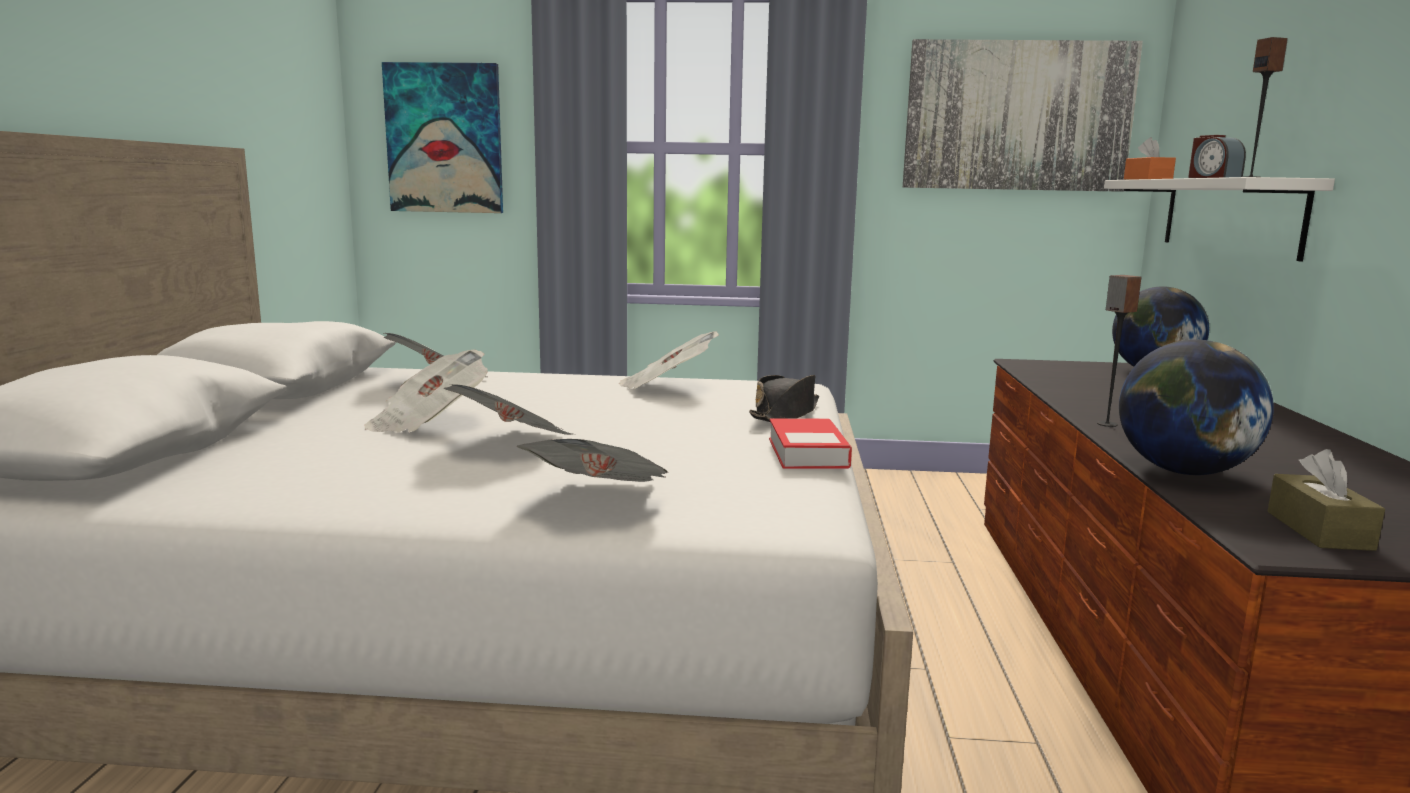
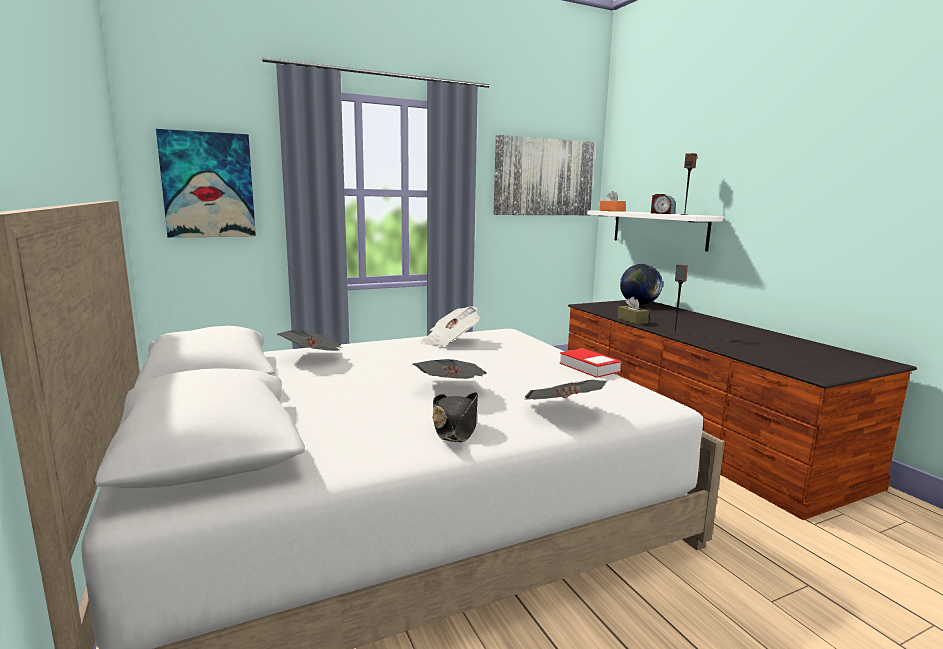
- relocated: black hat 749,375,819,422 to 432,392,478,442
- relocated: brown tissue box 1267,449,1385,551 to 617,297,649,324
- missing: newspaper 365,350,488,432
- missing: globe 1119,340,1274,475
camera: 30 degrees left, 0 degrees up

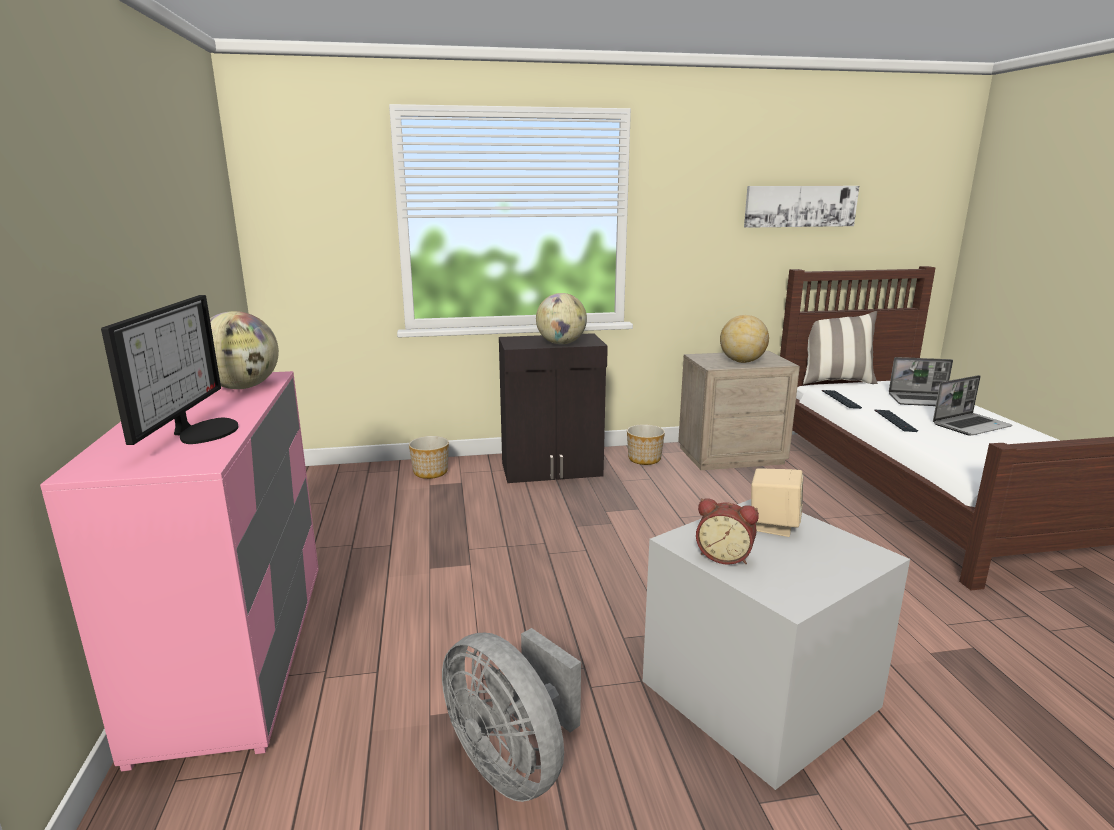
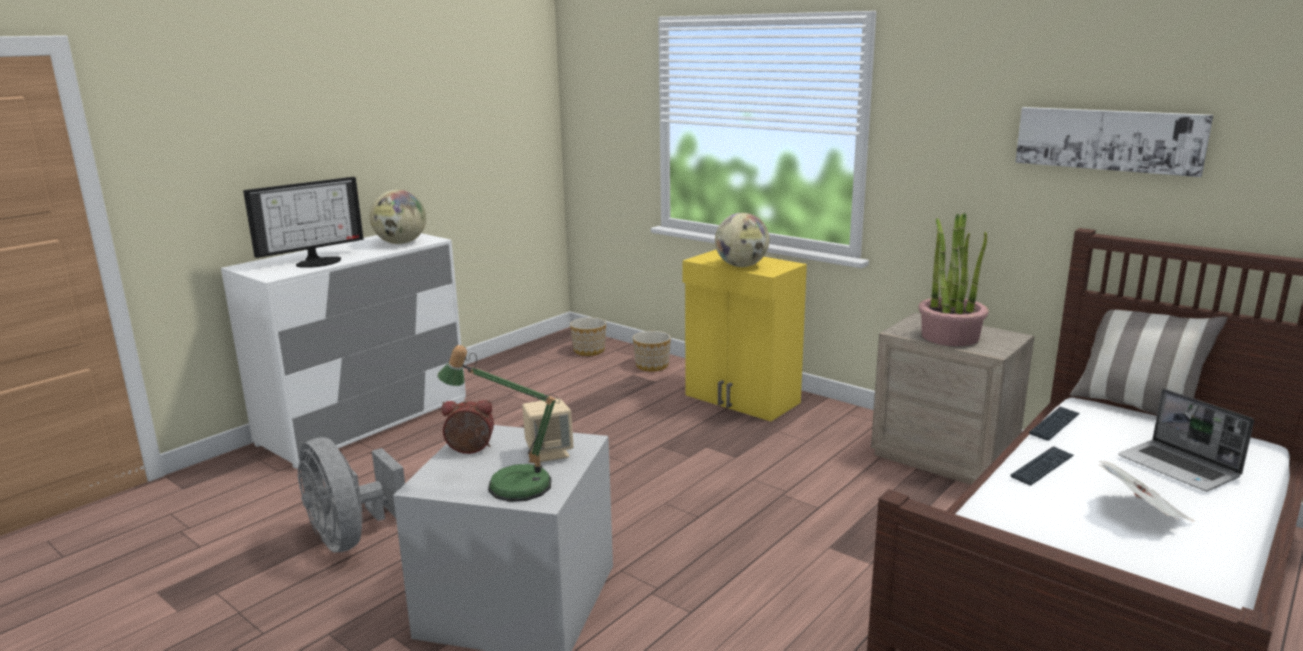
- colour: pink dresser 40,371,319,772 to white dresser 221,233,466,469
- spun: grey fan 442,628,581,802 = 298,437,405,553 45 degrees counterclockwise
- appeared: table lamp 437,345,560,502
- spun: alarm clock 696,498,759,565 = 441,400,494,454 105 degrees clockwise
- relocated: planter 627,424,665,465 to 570,318,606,356
- colour: black cabinet 499,333,608,483 to yellow cabinet 682,250,807,421
- exchanged: globe 720,315,769,363 to potted plant 919,213,989,346
- exchanged: laptop 933,375,1012,435 to newspaper 1099,461,1196,522
camera: 50 degrees right, 0 degrees up

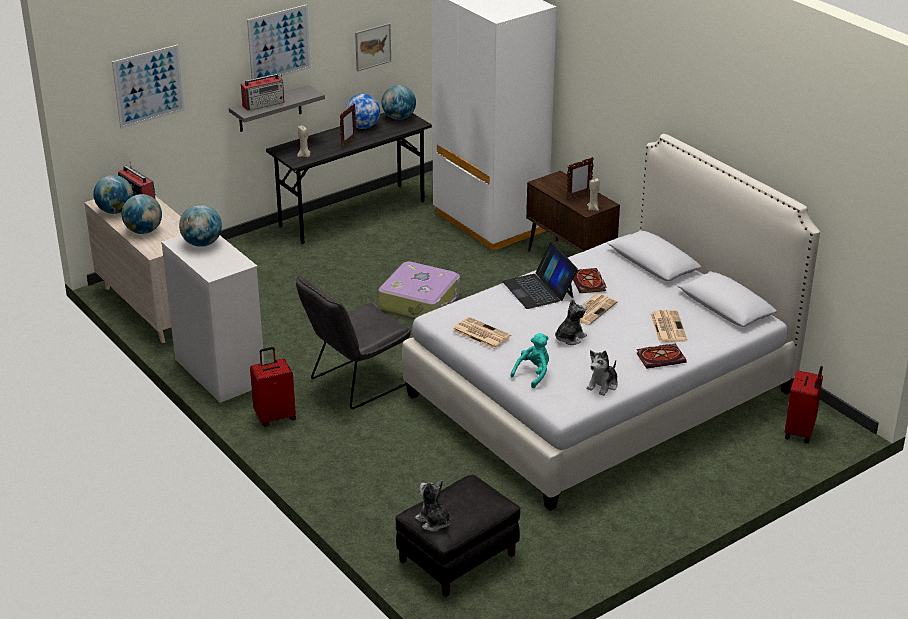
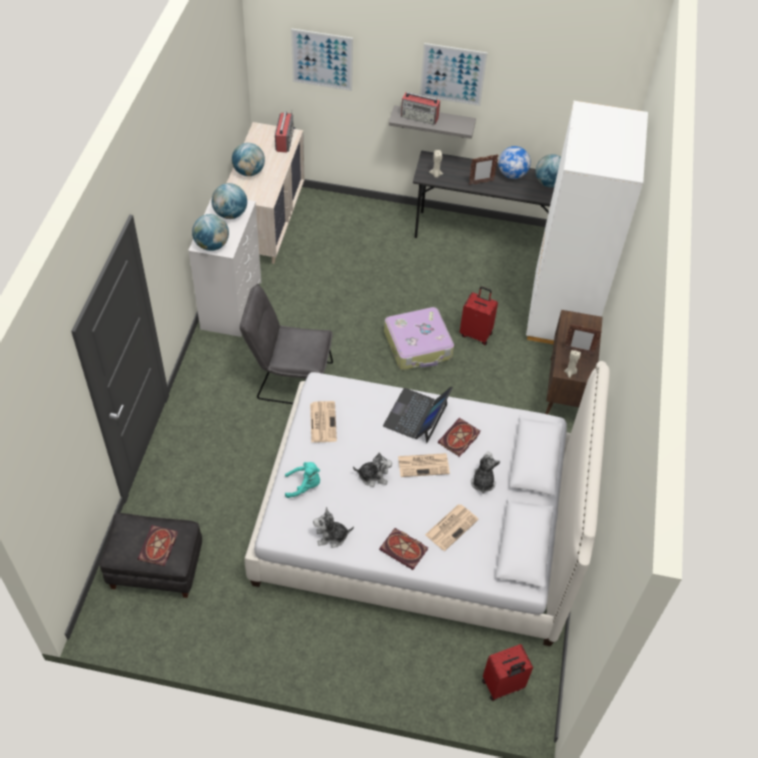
- appeared: book 138,525,178,566
- relocated: globe 93,175,133,214 to 192,214,229,251
- relocated: red suitcase 250,347,296,427 to 460,286,498,345
- relocated: plush toy 415,480,451,531 to 471,452,500,494
- missing: picture 355,23,391,71
camera: 45 degrees right, 20 degrees up

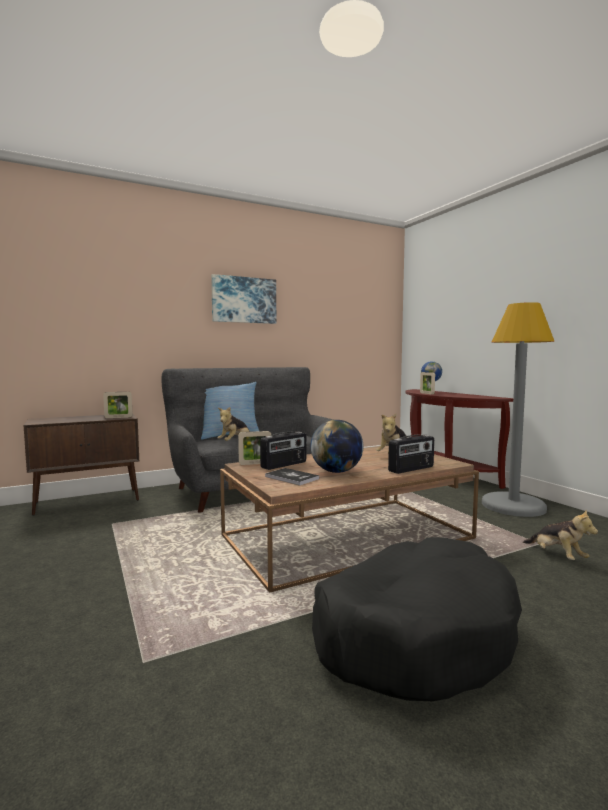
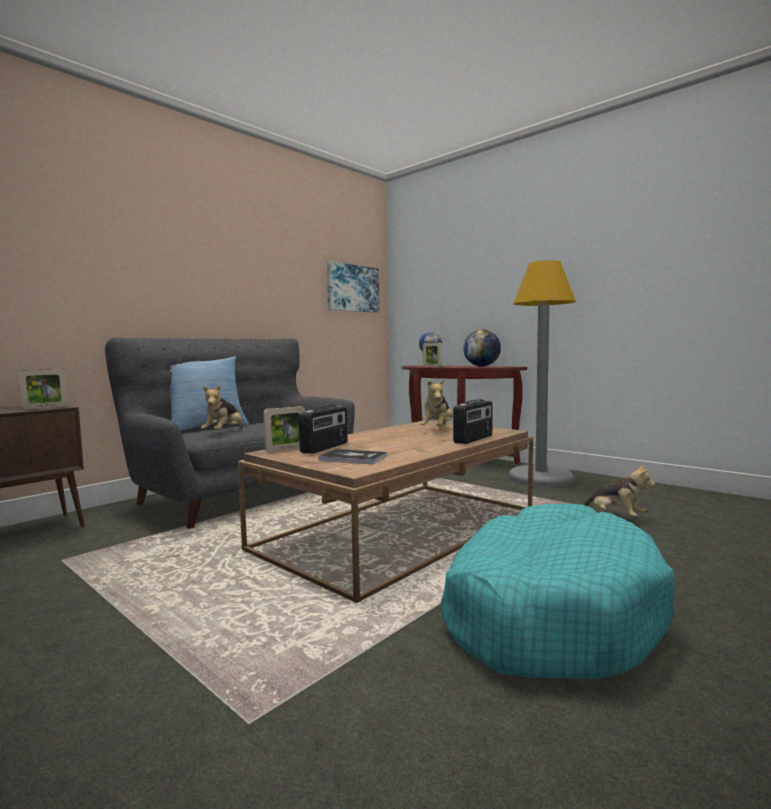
- relocated: picture 211,274,276,324 to 327,261,379,313
- colour: black dog bed 312,537,522,701 to turquoise dog bed 441,504,675,679
- relocated: globe 310,420,364,473 to 463,329,501,367
camera: 20 degrees left, 0 degrees up

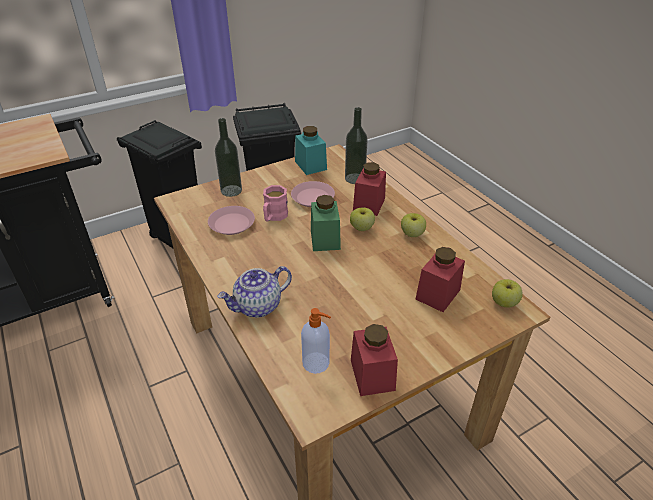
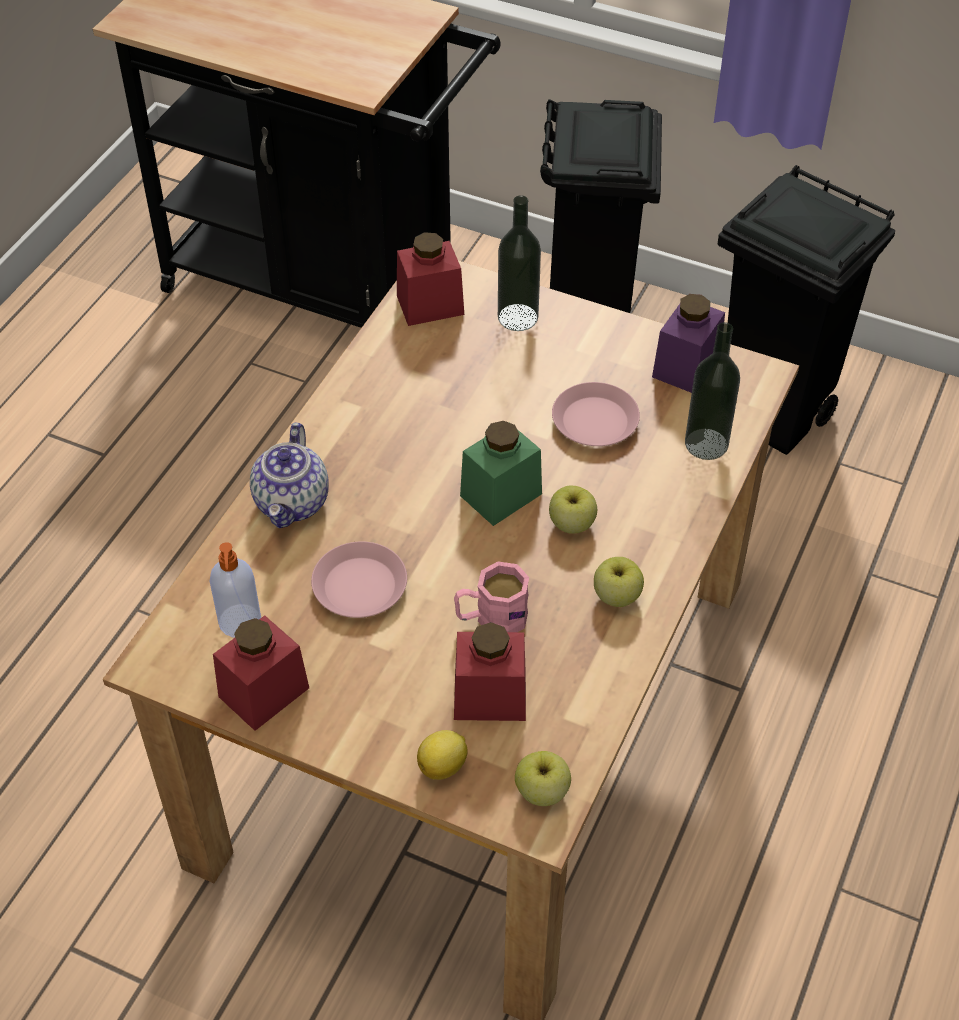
- spun: teapot 217,266,292,318 = 250,423,329,528 105 degrees counterclockwise
- relocated: pink plate 208,206,255,235 to 311,541,407,618
- relocated: red jar 353,162,386,216 to 397,232,464,326
- appeared: lemon 417,730,468,780
- relocated: pink mug 263,185,288,222 to 454,561,529,632
- colour: turquoise jar 295,126,327,175 to purple jar 652,294,725,393
camera: 55 degrees right, 10 degrees up

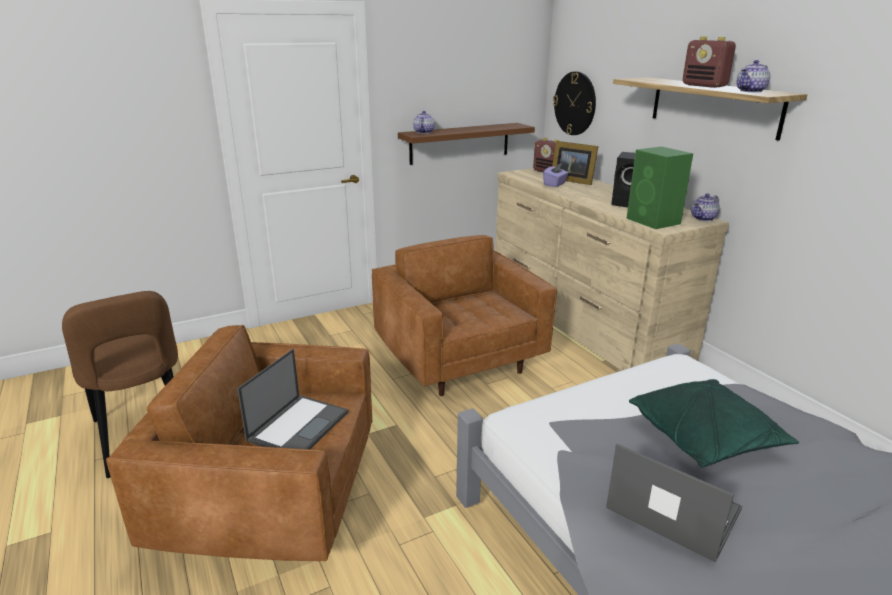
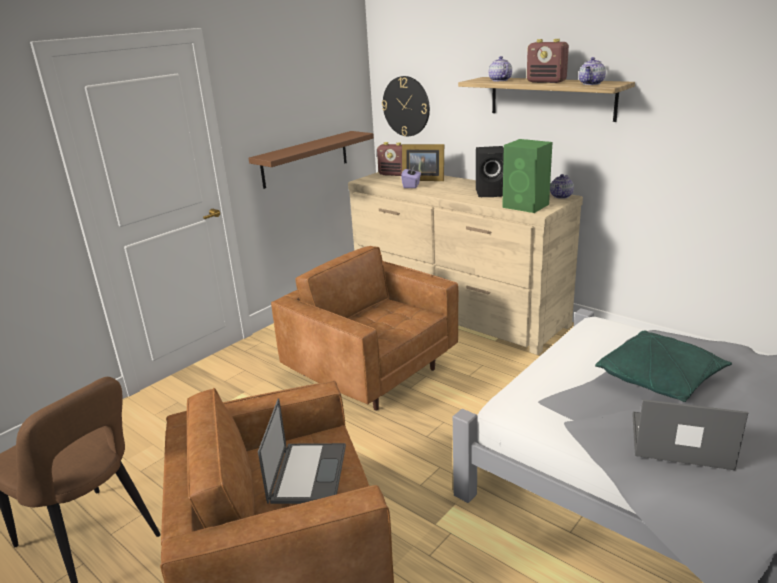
- relocated: teapot 413,111,435,134 to 489,56,512,81
camera: 20 degrees left, 0 degrees up

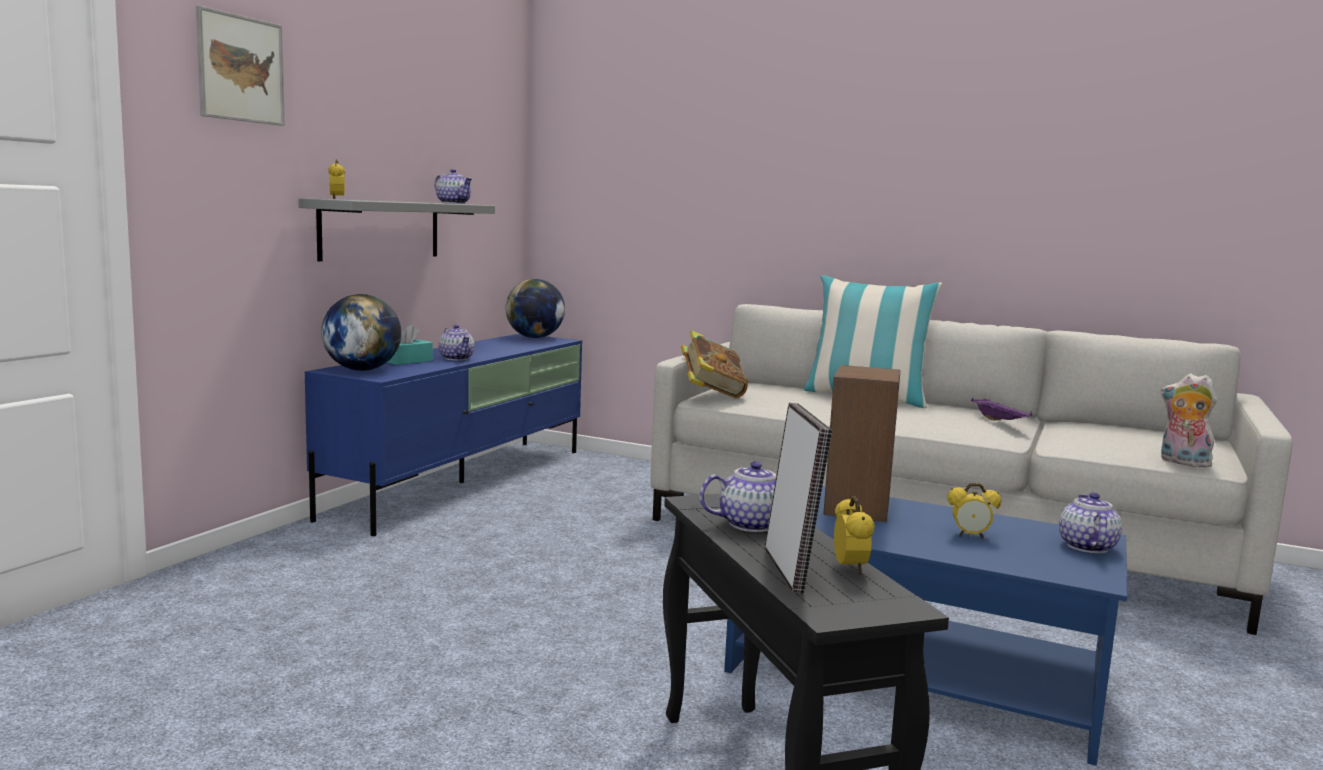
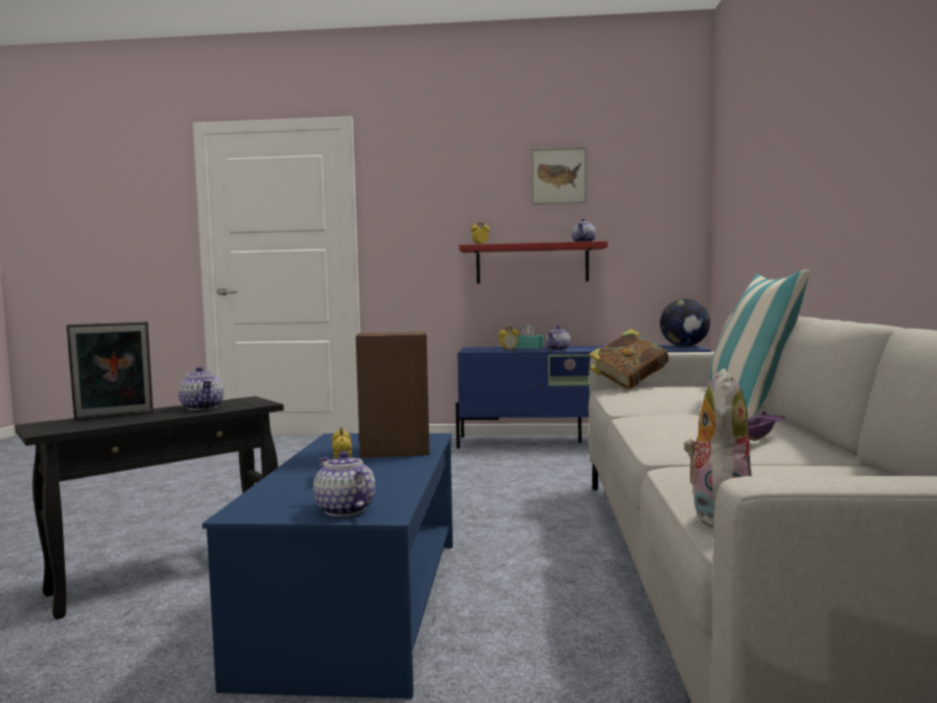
- spun: teapot 1059,492,1122,553 = 313,451,375,517 120 degrees counterclockwise
- colour: grey shelf 299,198,495,261 to red shelf 459,241,608,284
- relocated: alarm clock 834,496,875,574 to 498,327,519,351
- relocated: picture 196,5,285,126 to 531,147,586,205
- missing: globe 321,294,401,371
camera: 70 degrees right, 5 degrees down

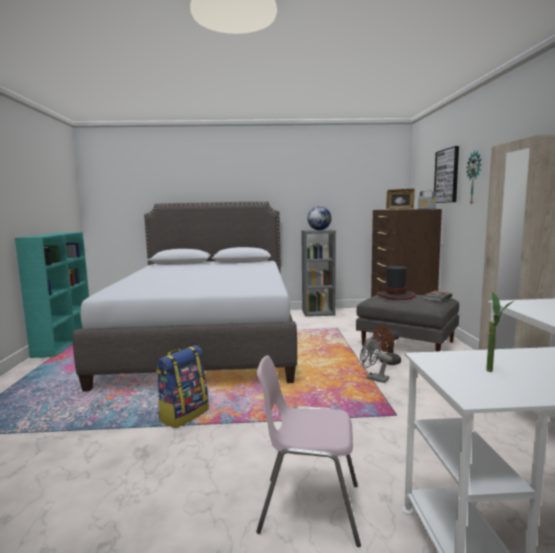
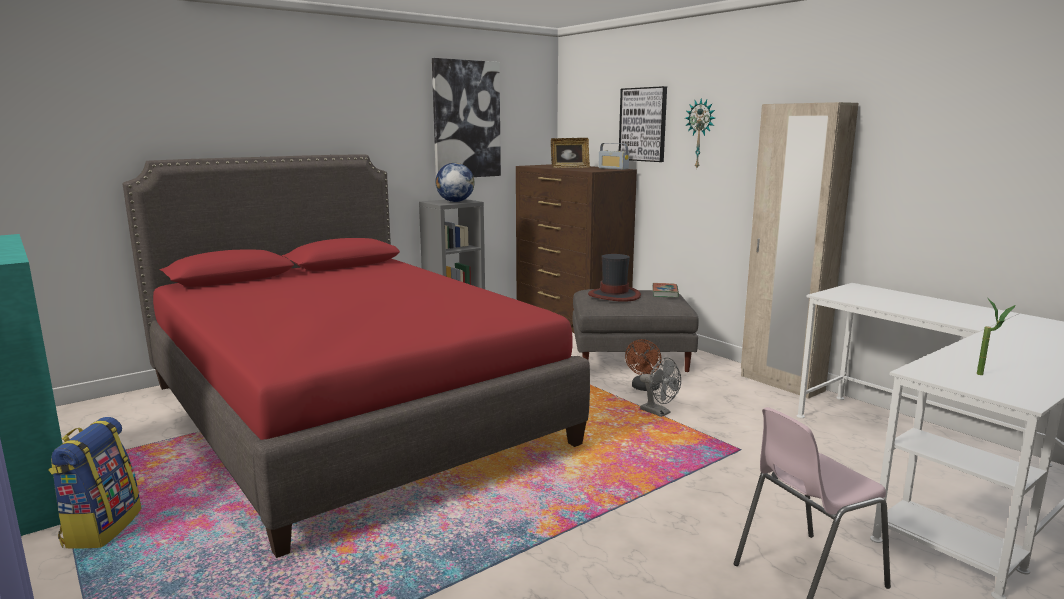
- relocated: backpack 156,345,209,428 to 49,417,141,549
- colour: grey bed 72,202,297,392 to red bed 122,154,590,558
- appeared: picture 432,58,501,177
- spun: grey fan 360,336,393,383 = 640,357,681,417 135 degrees counterclockwise
camera: 35 degrees left, 5 degrees up

